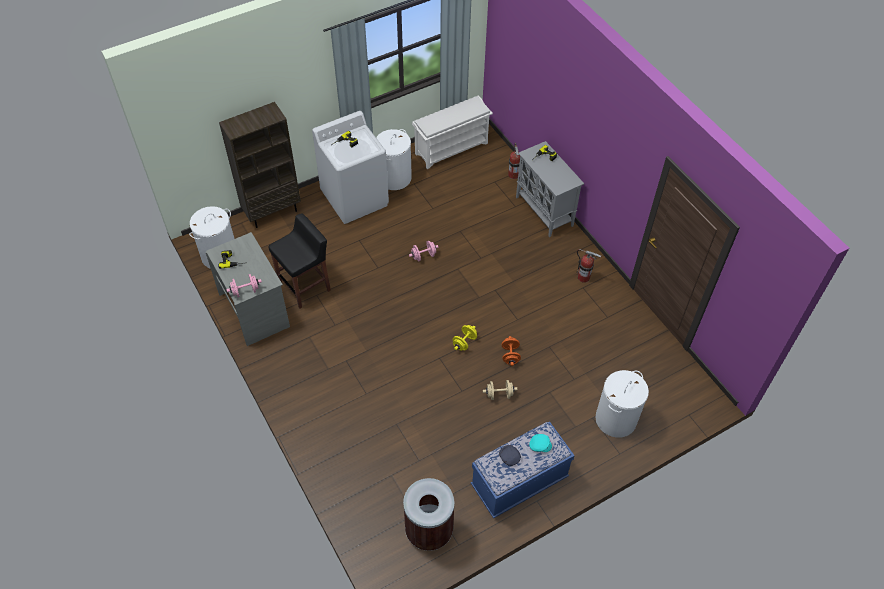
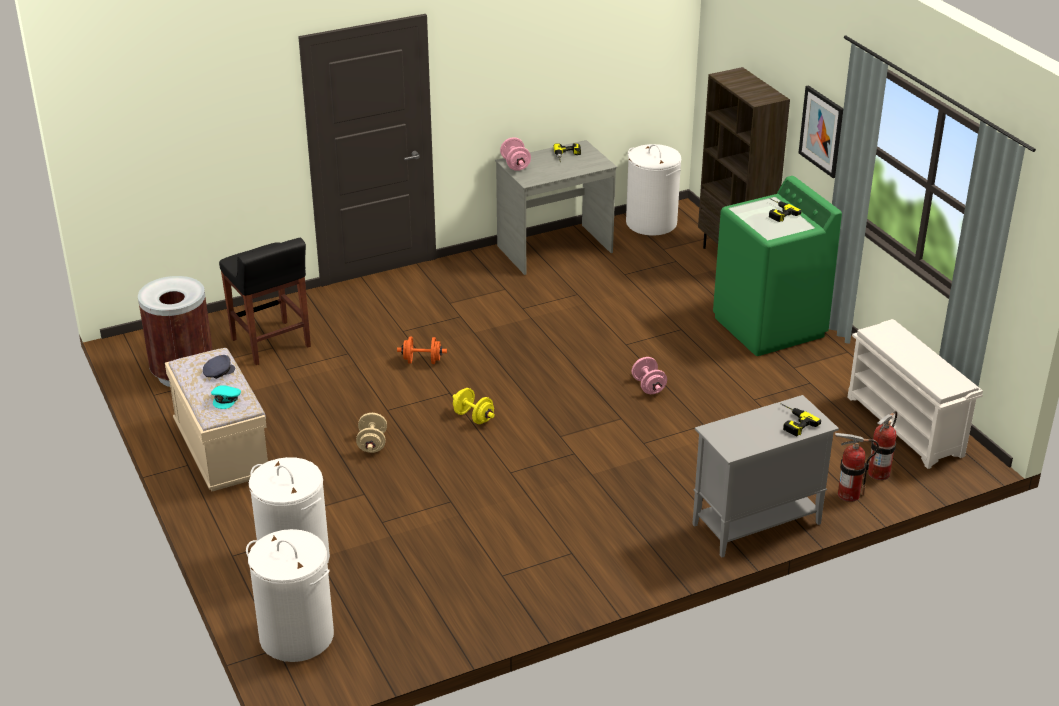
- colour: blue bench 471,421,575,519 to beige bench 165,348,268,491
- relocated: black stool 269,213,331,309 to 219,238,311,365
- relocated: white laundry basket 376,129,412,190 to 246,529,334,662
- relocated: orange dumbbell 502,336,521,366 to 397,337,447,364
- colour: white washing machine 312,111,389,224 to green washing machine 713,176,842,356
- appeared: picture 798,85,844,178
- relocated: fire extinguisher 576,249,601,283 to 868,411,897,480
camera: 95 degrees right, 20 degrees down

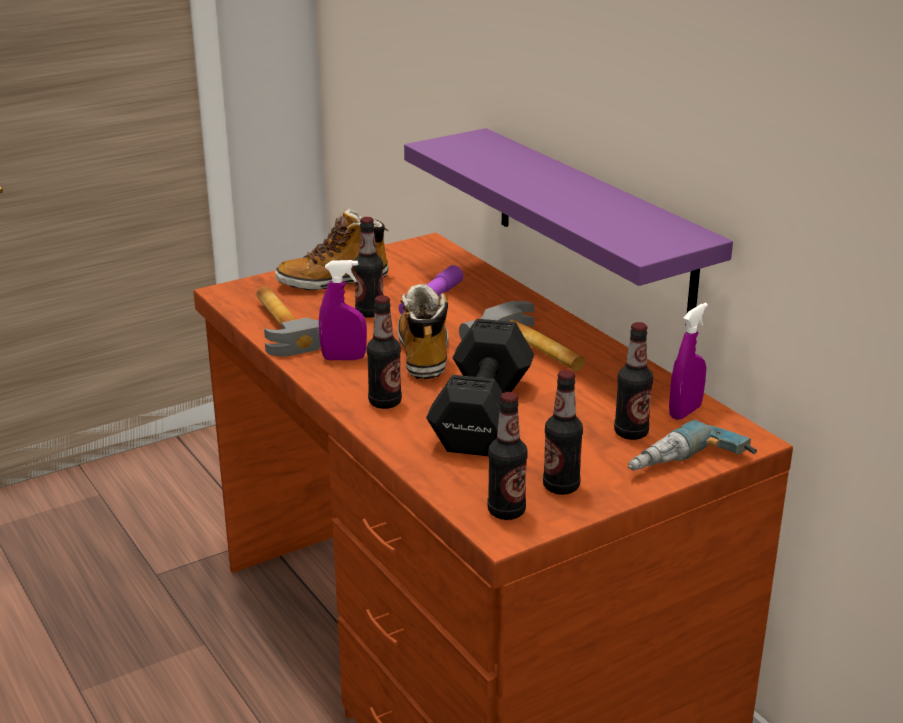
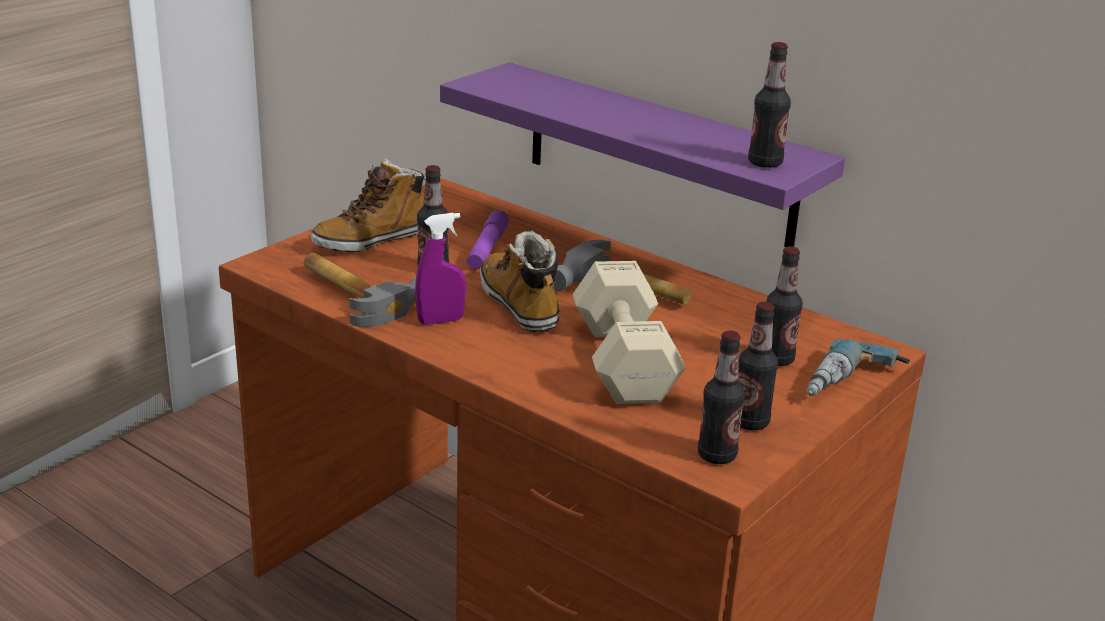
- colour: black dumbbell 426,319,534,456 to beige dumbbell 573,261,686,404
- relocated: bottle 367,295,402,409 to 748,42,791,168
- missing: purple spray bottle 669,303,708,420
camera: 20 degrees left, 0 degrees up

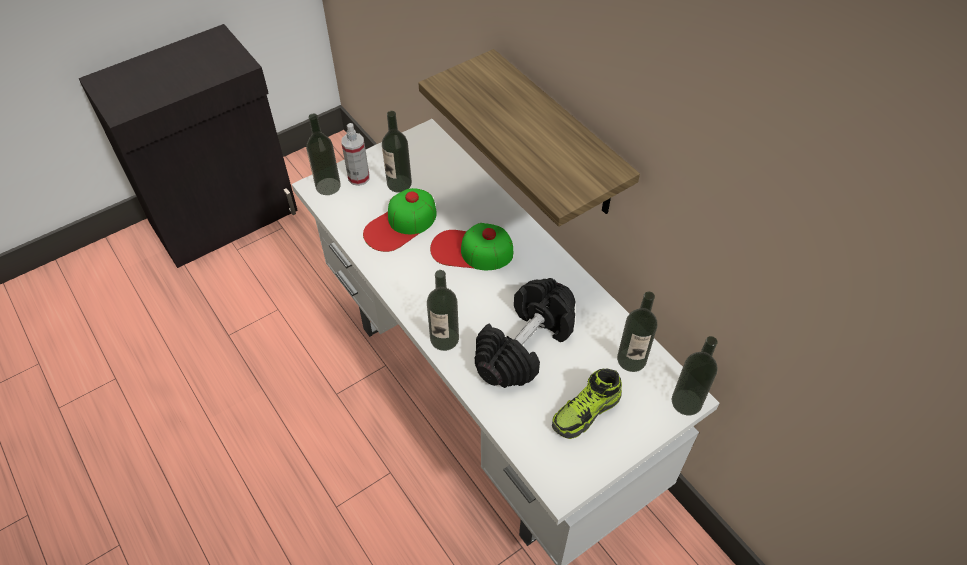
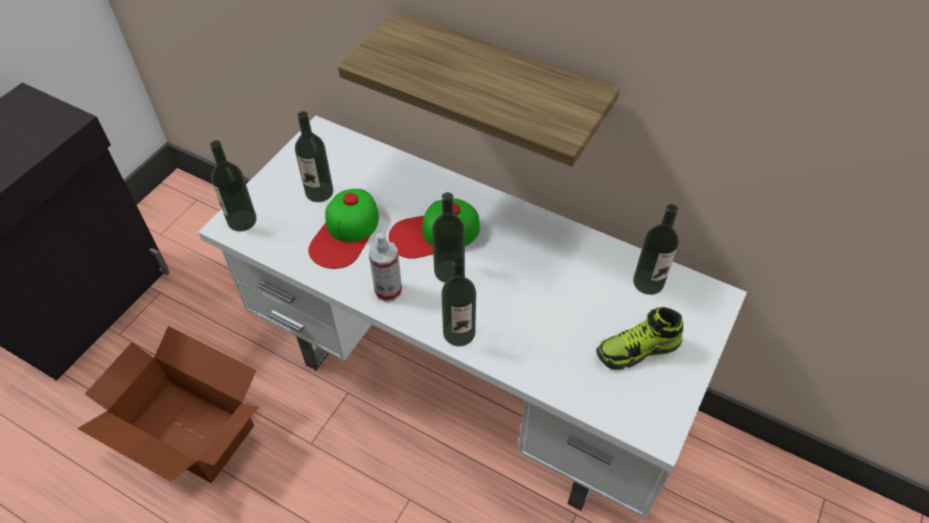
- appeared: cardboard box 77,326,258,483
- relocated: spray bottle 341,123,370,186 to 369,232,402,302
- relocated: bottle 672,336,718,415 to 432,192,465,283
- spun: shoe 552,369,622,439 = 596,307,683,370 45 degrees clockwise
- missing: black dumbbell 475,278,576,388
camera: 25 degrees left, 0 degrees up

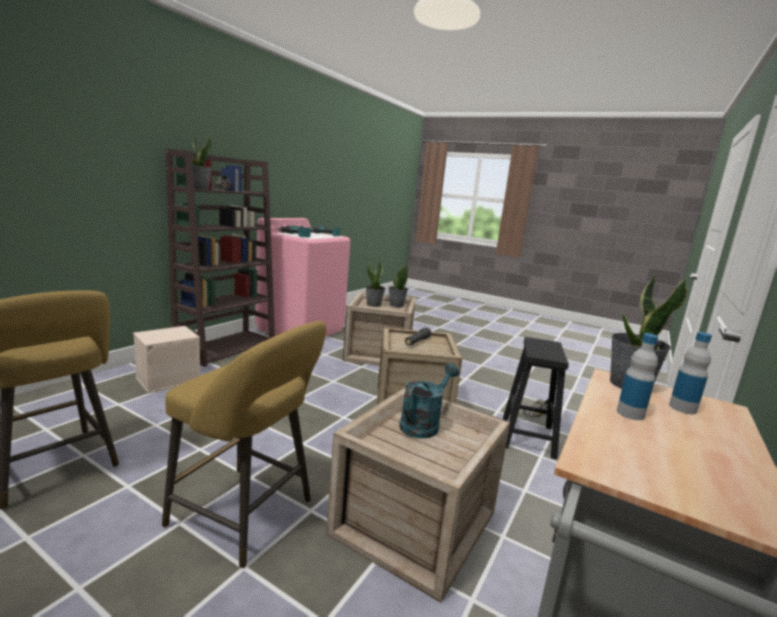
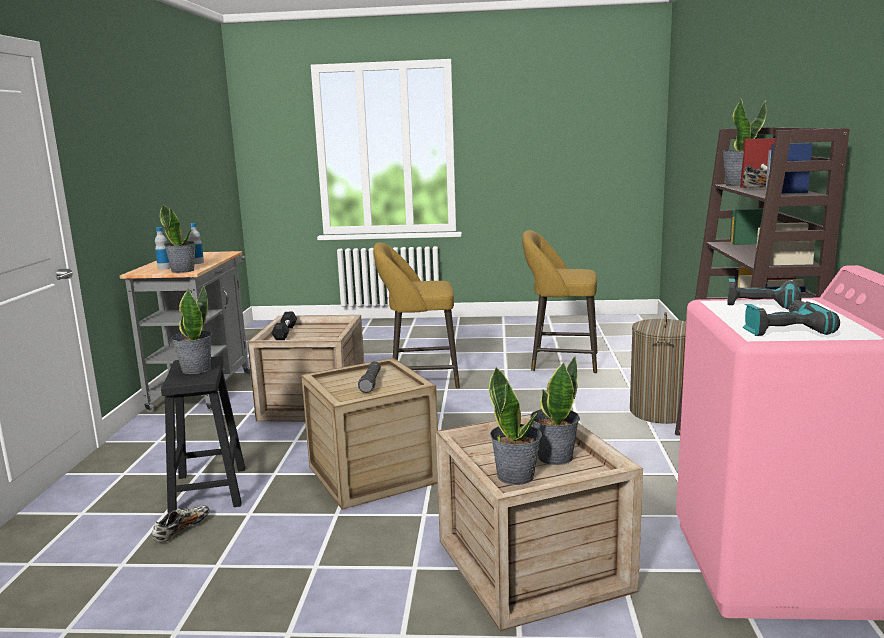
- appeared: potted plant 171,286,212,374
- appeared: black dumbbell 272,311,298,340
- exchanged: beige storage box 133,326,200,393 to laundry basket 630,312,686,424
- missing: turquoise watering can 399,363,459,438
camera: 155 degrees right, 0 degrees up

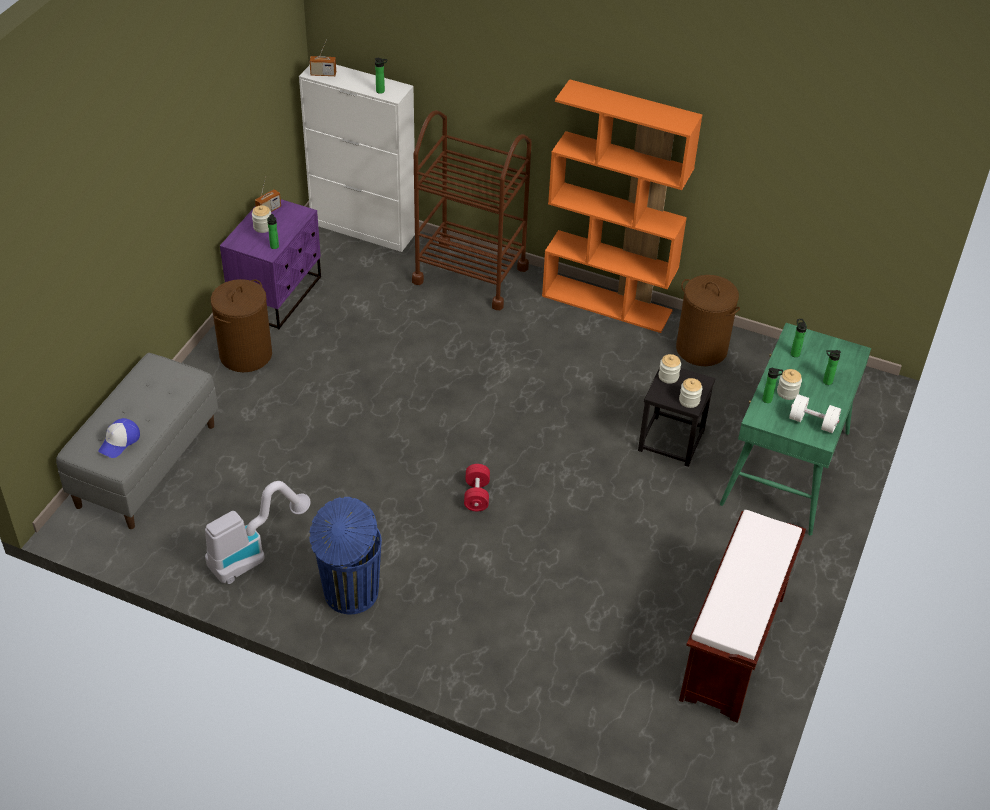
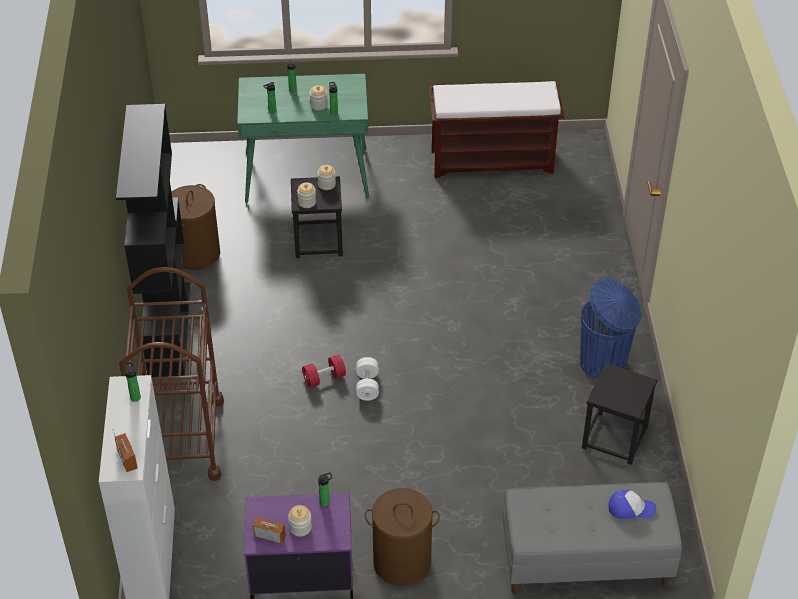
- colour: orange bookcase 542,79,702,333 to black bookcase 116,104,190,377
- relocated: red dumbbell 464,464,490,511 to 302,355,346,387
- relocated: white dumbbell 789,394,841,433 to 356,357,379,401
- exchanged: vacuum cleaner 205,481,311,584 to black stool 582,363,657,465
camera: 115 degrees left, 0 degrees up

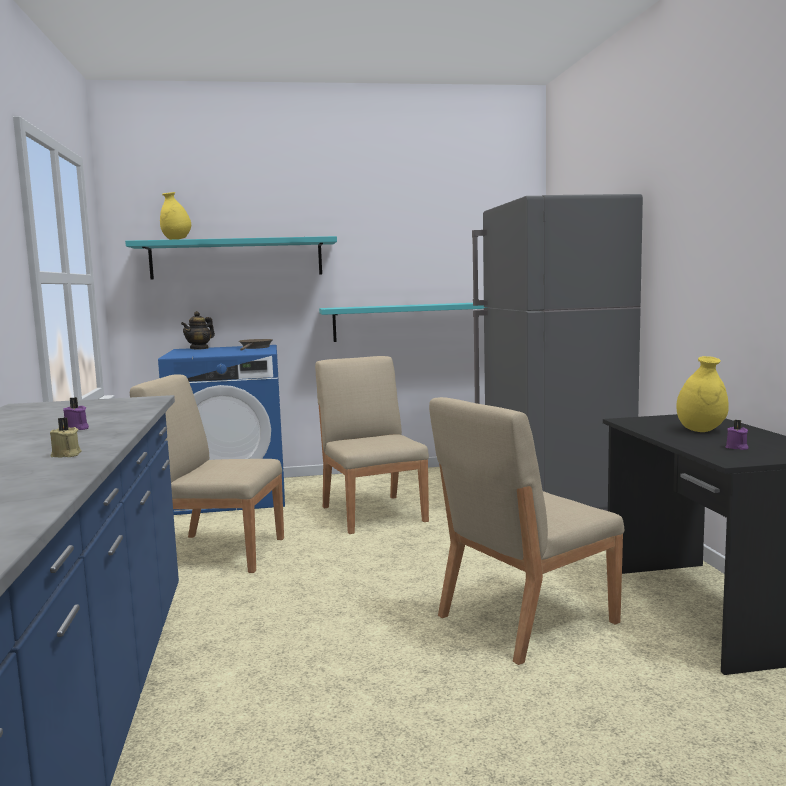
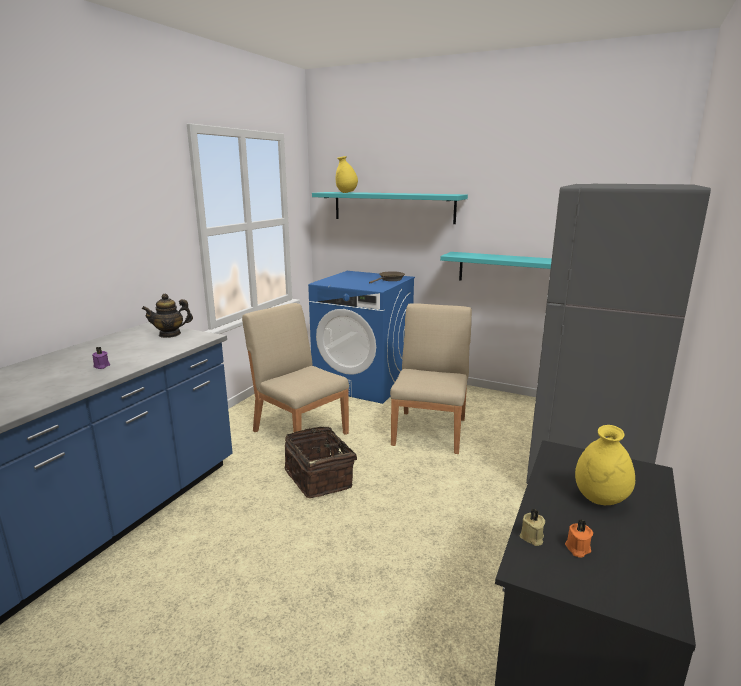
- relocated: teapot 181,311,215,349 to 142,294,193,338
- appeared: basket 284,427,357,498
- relocated: beige candle 50,417,82,457 to 520,509,545,546
- colour: purple candle 726,420,748,450 to orange candle 565,519,593,558
- missing: beige chair 429,397,624,665
camera: 35 degrees right, 10 degrees up

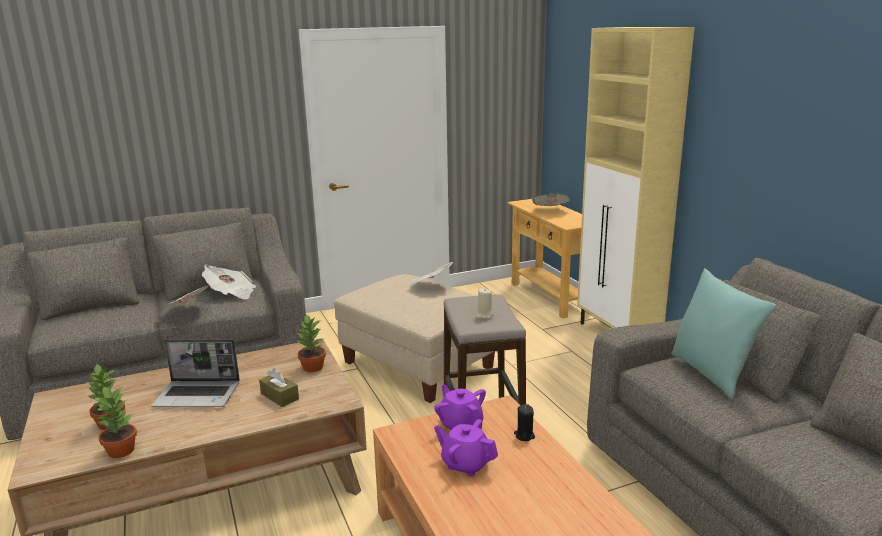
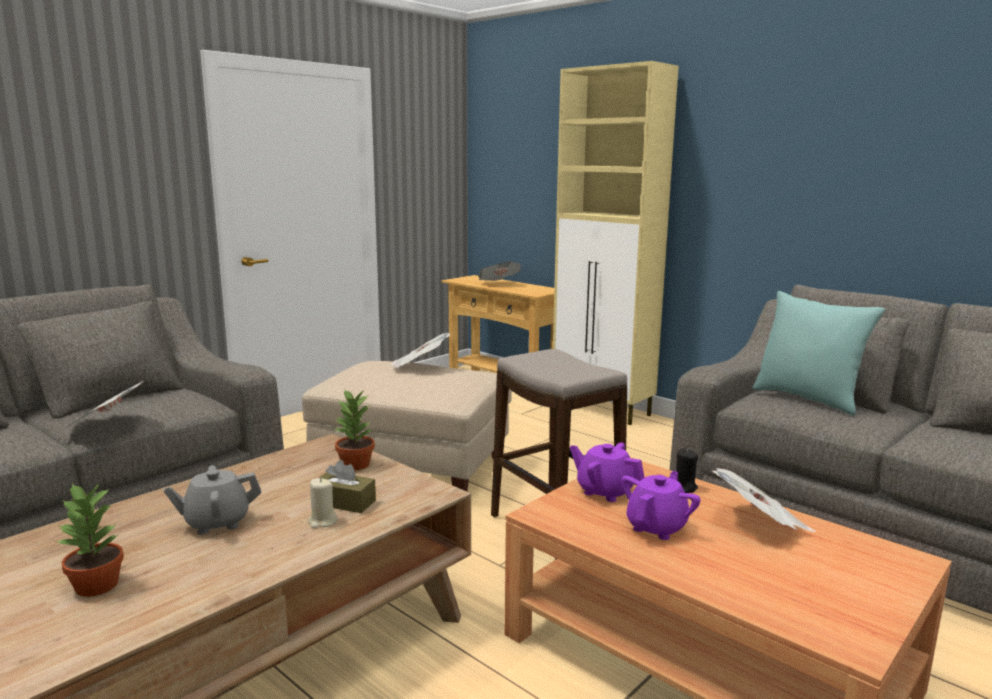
- exchanged: laptop 151,339,240,407 to grey teapot 164,465,261,534
- relocated: beige candle 476,288,494,319 to 308,478,338,528
- spun: purple teapot 434,419,498,476 = 621,471,701,540 120 degrees clockwise
- relocated: newspaper 202,265,256,299 to 712,468,816,532
- missing: potted plant 93,386,137,458
camera: 25 degrees left, 5 degrees down

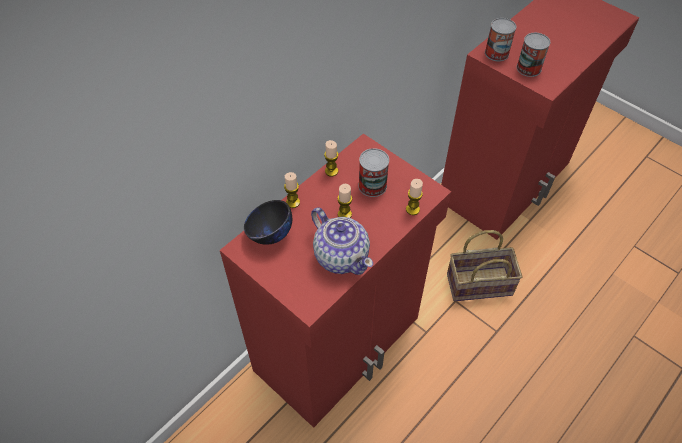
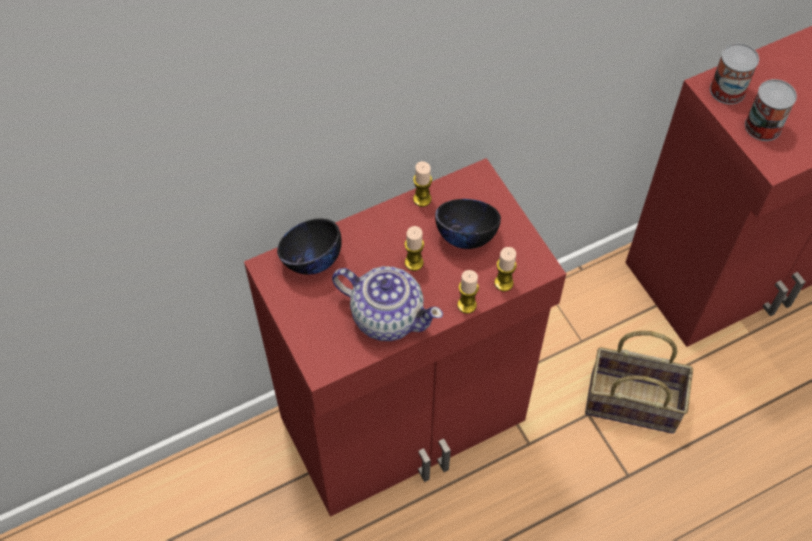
- spun: teapot 311,207,373,275 = 332,266,443,341 45 degrees counterclockwise
- exchanged: can 358,148,389,197 to black bowl 435,199,501,249
- relocated: candle 284,172,300,208 to 457,270,479,314
camera: 20 degrees right, 5 degrees up

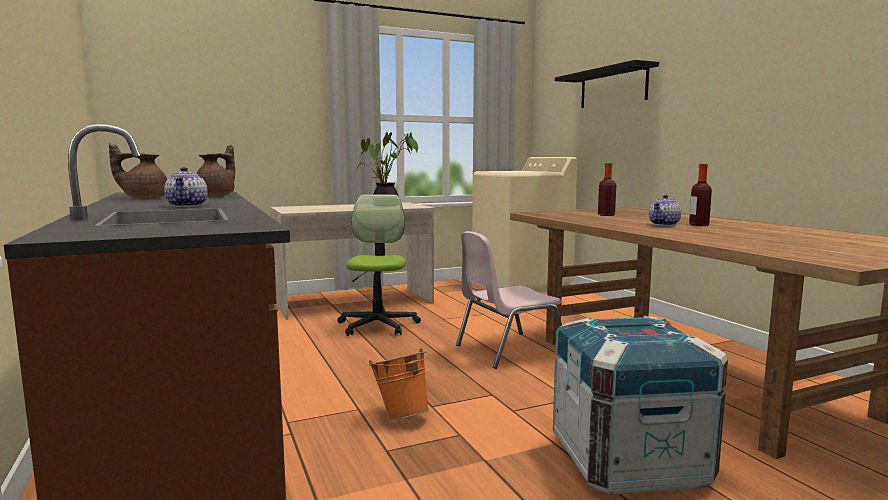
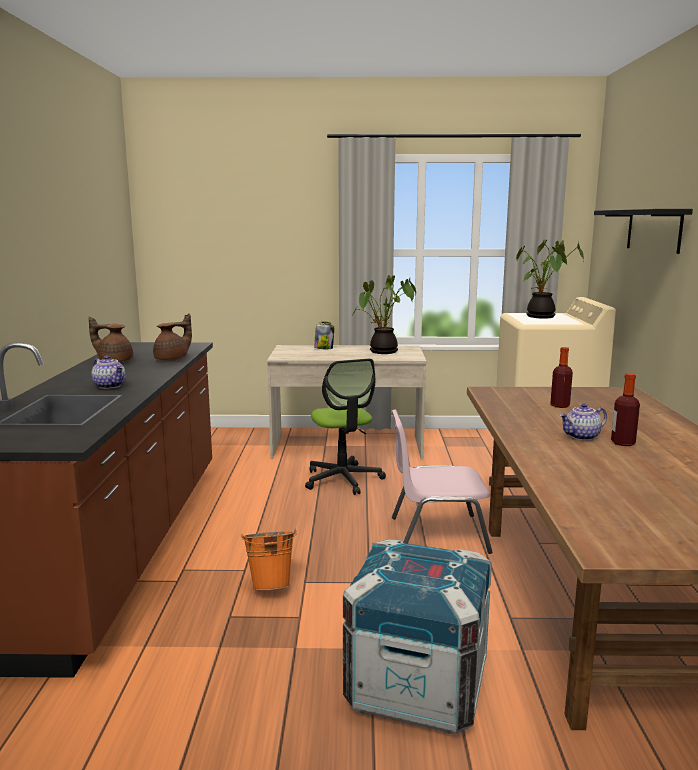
- spun: teapot 164,167,208,207 = 91,355,126,389 60 degrees counterclockwise
- spun: office chair 338,195,421,336 = 305,359,386,495 135 degrees clockwise
- appeared: jar 314,322,334,349
- appeared: potted plant 516,240,584,319
camera: 25 degrees right, 5 degrees up

